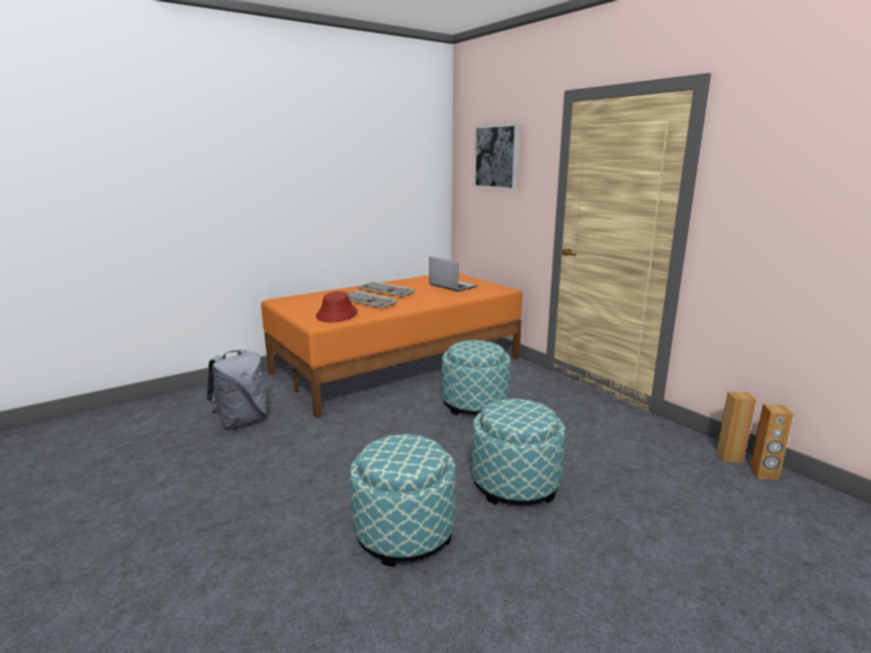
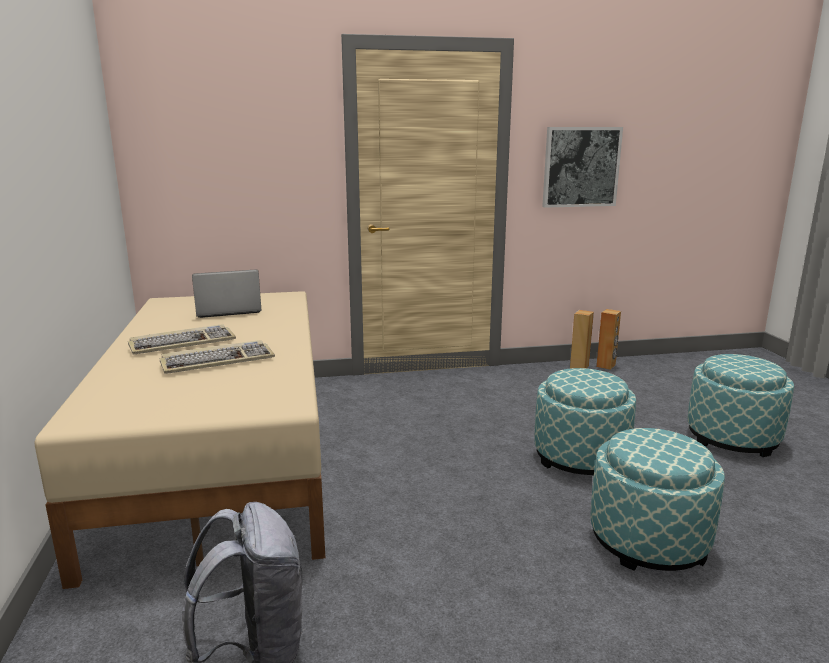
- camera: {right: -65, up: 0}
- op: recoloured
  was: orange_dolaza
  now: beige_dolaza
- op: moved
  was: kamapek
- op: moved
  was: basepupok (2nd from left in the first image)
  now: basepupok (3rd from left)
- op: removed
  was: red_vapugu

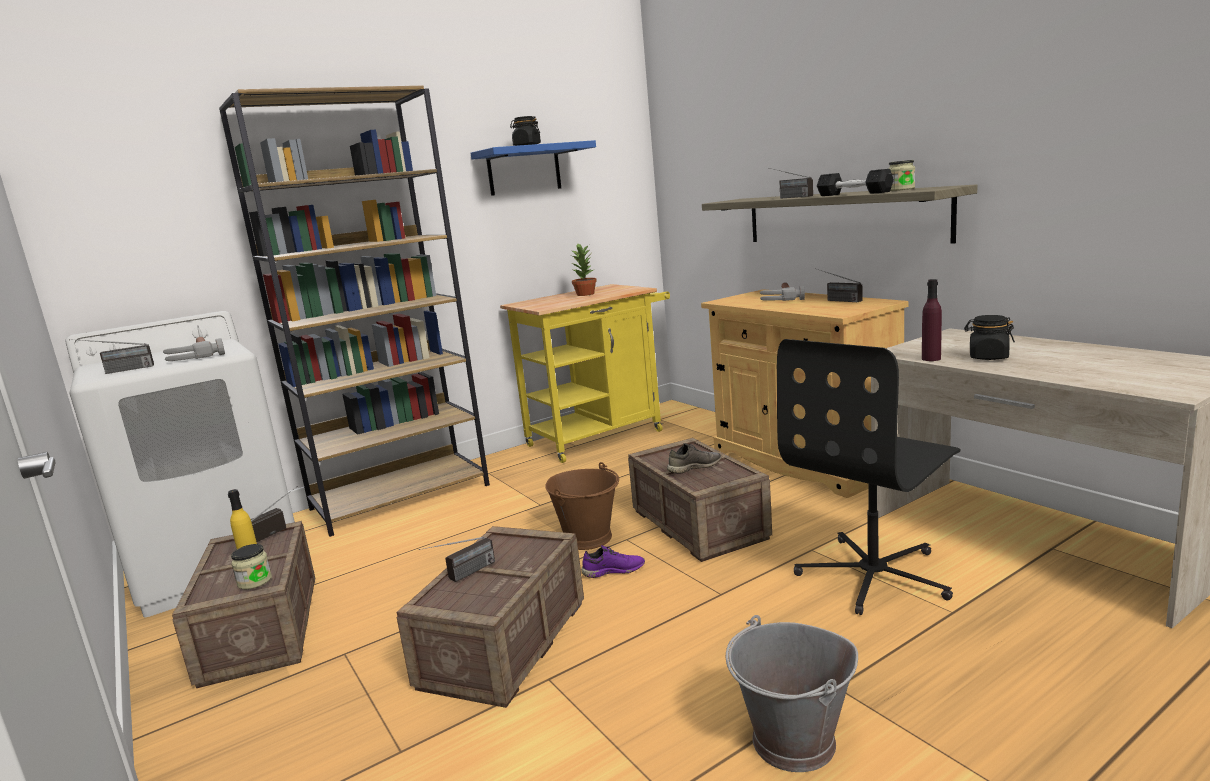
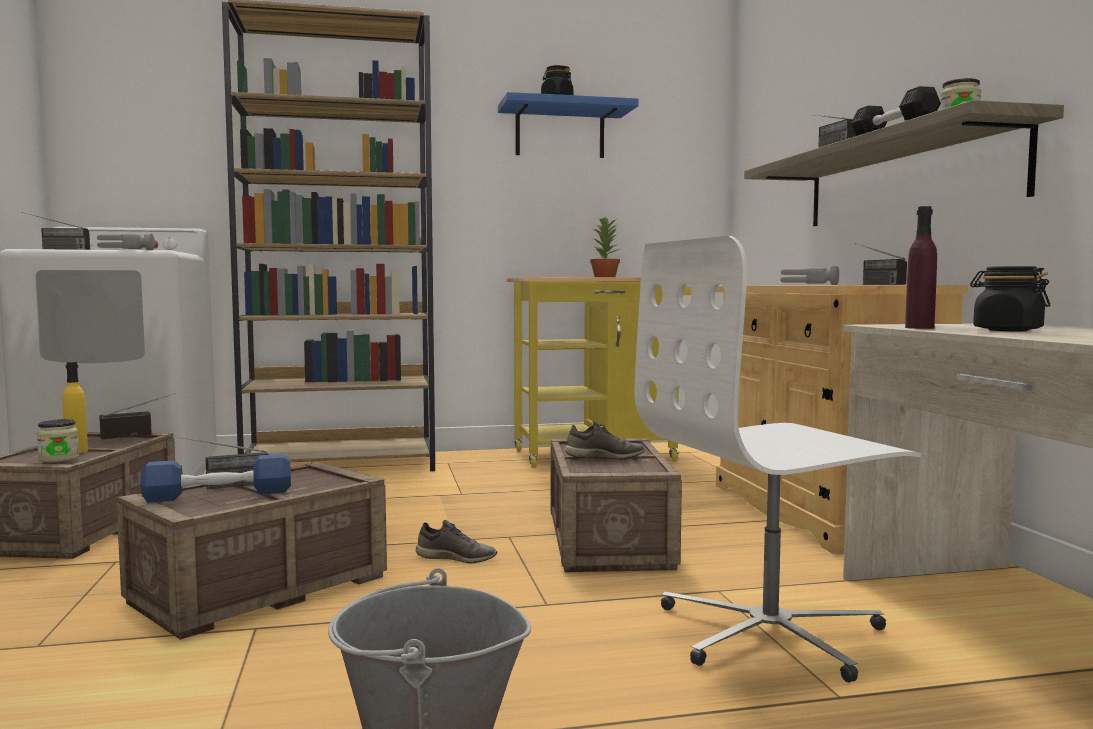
- camera: {right: 20, up: -10}
- op: added
  now: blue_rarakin
- op: recoloured
  was: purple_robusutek
  now: grey_robusutek (1st from left)
- op: recoloured
  was: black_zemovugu
  now: white_zemovugu
- op: removed
  was: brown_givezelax

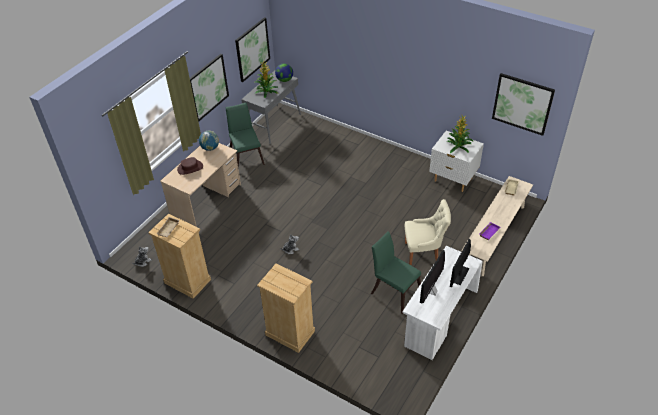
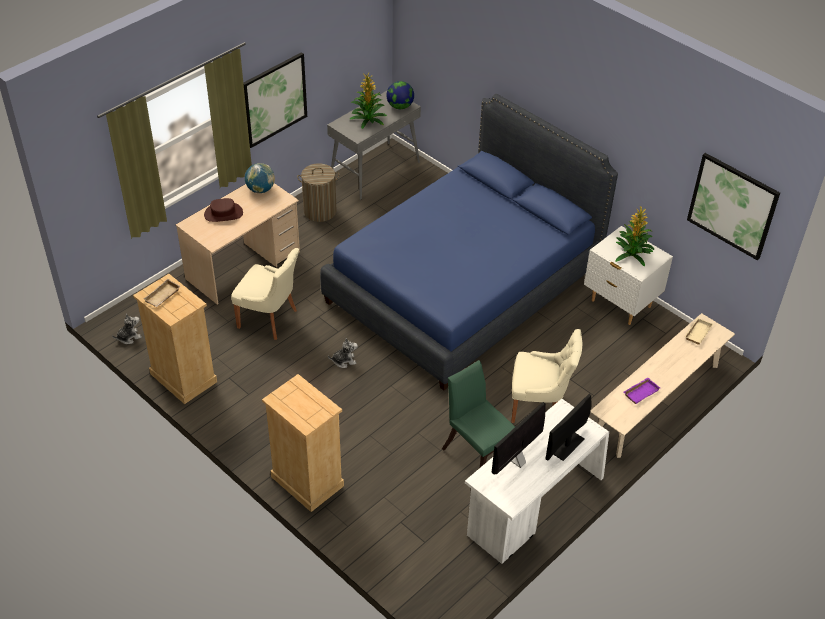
- camera: {right: 10, up: 0}
- op: added
  now: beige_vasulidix (1st from left)
- op: replaced
  was: green_vasulidix (1st from left)
  now: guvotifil
- op: added
  now: blue_dolaza
- op: removed
  was: kamapek (2nd from left)

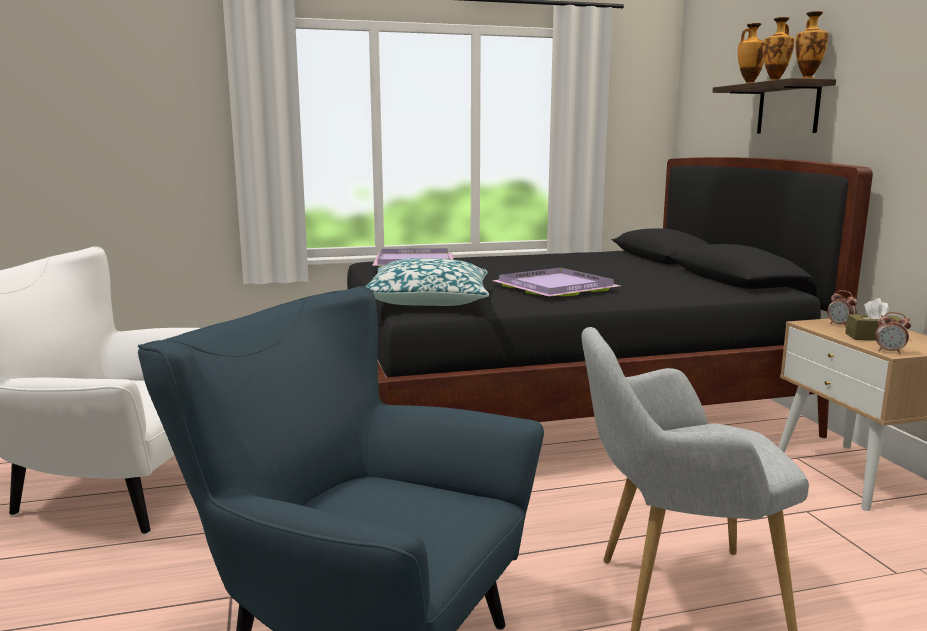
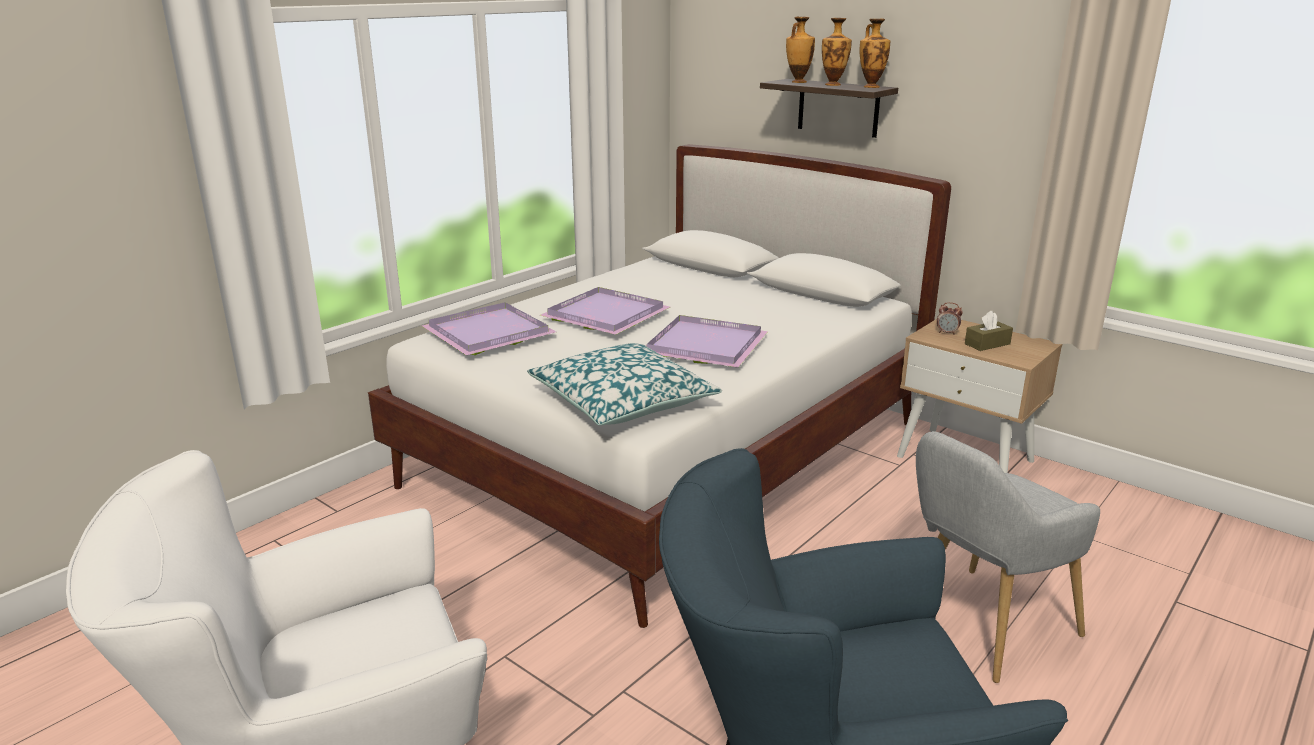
- camera: {right: -35, up: 10}
- op: recoloured
  was: black_dolaza
  now: white_dolaza
- op: added
  now: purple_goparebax (2nd from left)
- op: removed
  was: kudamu (2nd from left)

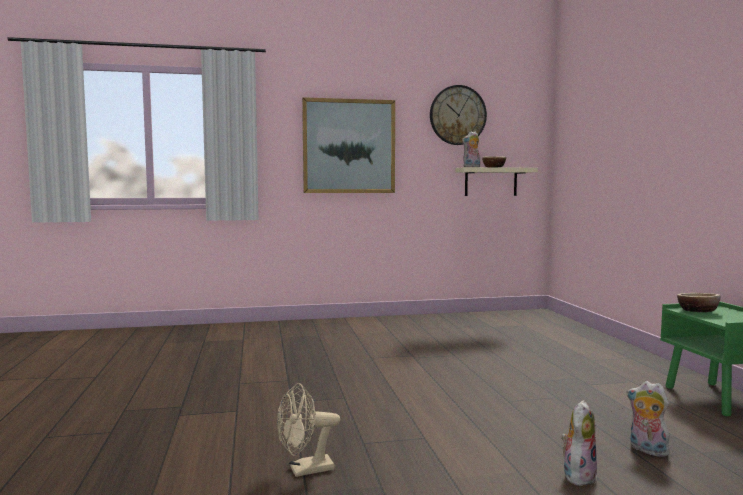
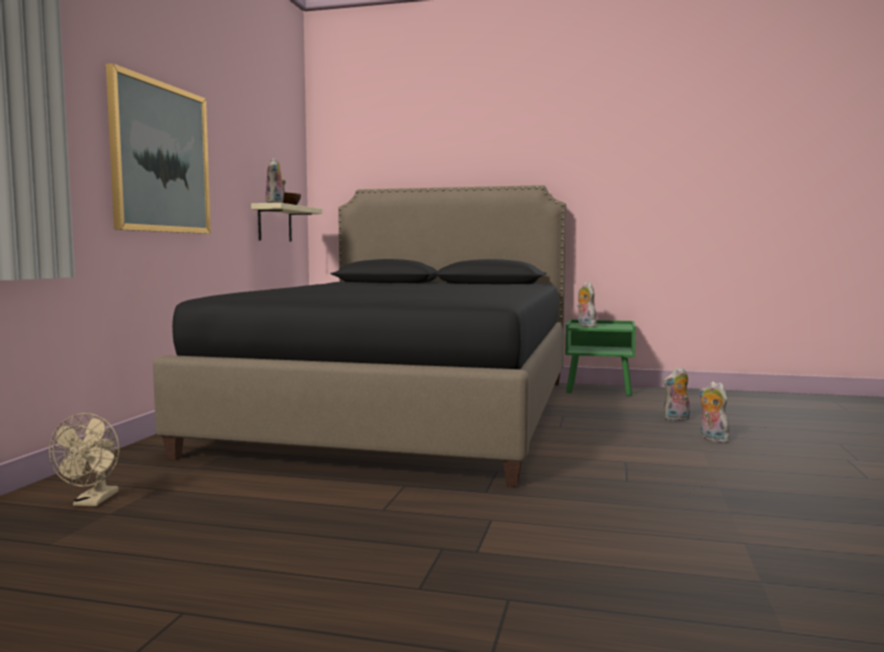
- camera: {right: -65, up: 0}
- op: moved
  was: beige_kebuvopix
- op: added
  now: black_dolaza
- op: replaced
  was: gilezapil (2nd from left)
  now: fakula (2nd from left)
- op: removed
  was: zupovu

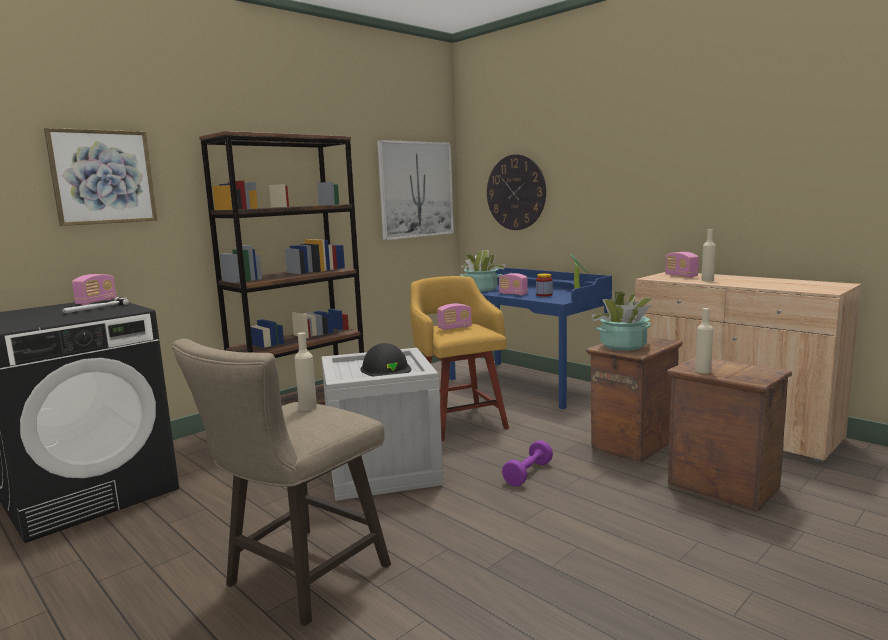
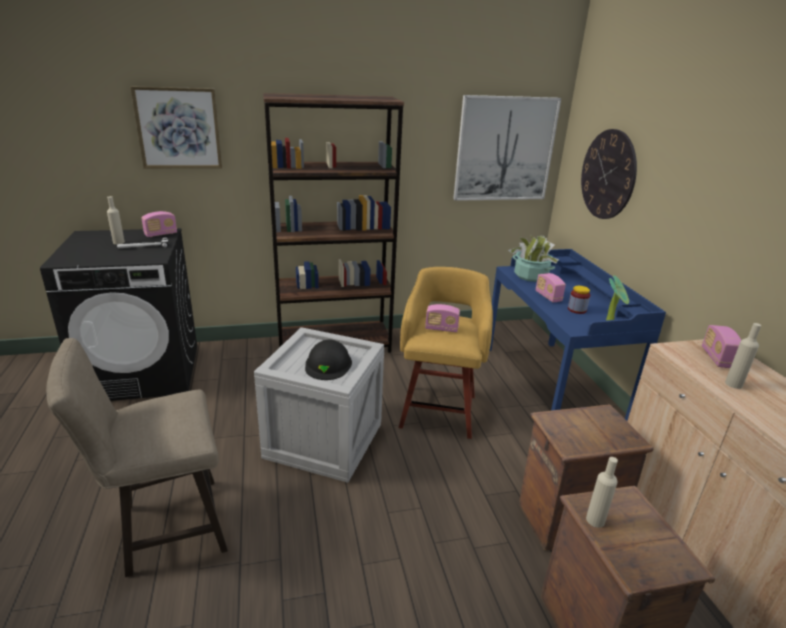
- camera: {right: 30, up: 15}
- op: moved
  was: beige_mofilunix (1st from left)
- op: removed
  was: purple_rarakin
- op: removed
  was: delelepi (3rd from left)

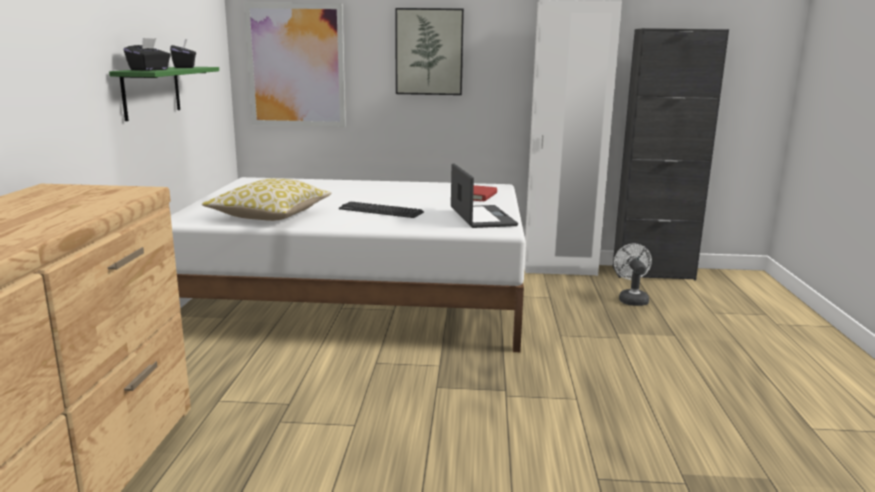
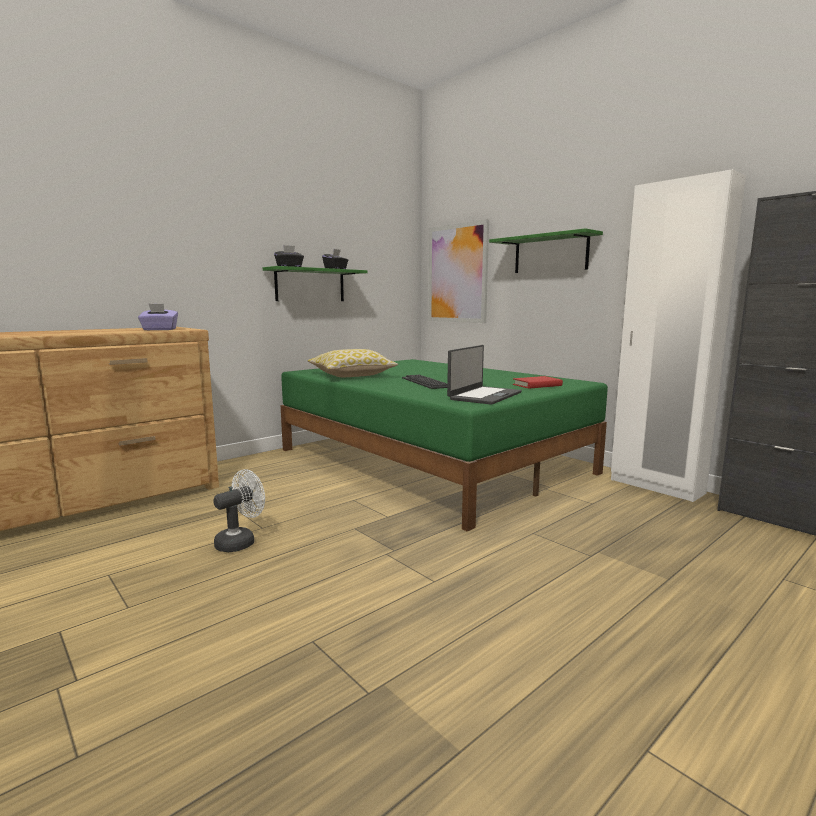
- camera: {right: 45, up: -5}
- op: added
  now: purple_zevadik
- op: moved
  was: white_kebuvopix
- op: recoloured
  was: white_dolaza
  now: green_dolaza
- op: replaced
  was: kamapek (2nd from left)
  now: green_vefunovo (2nd from left)

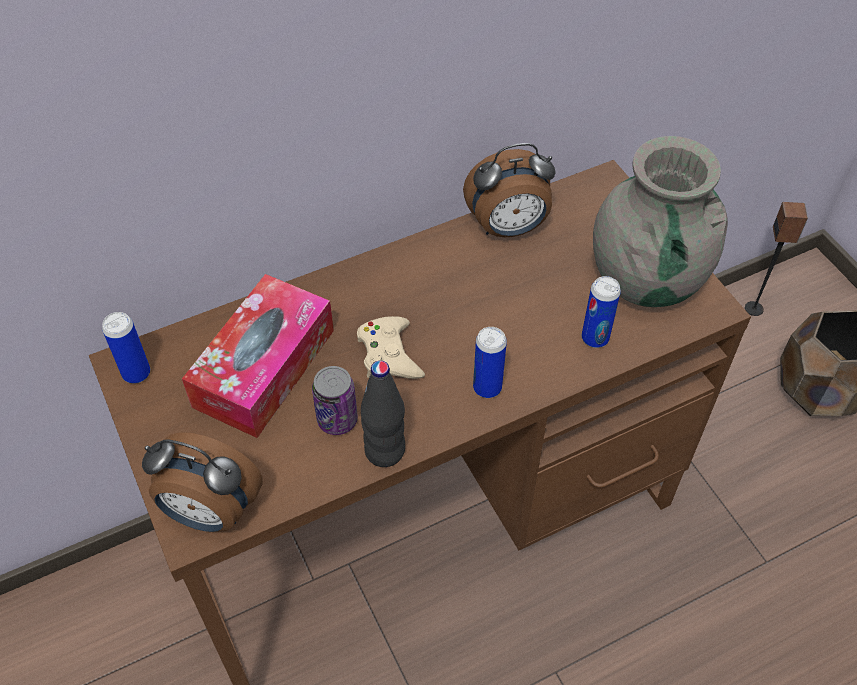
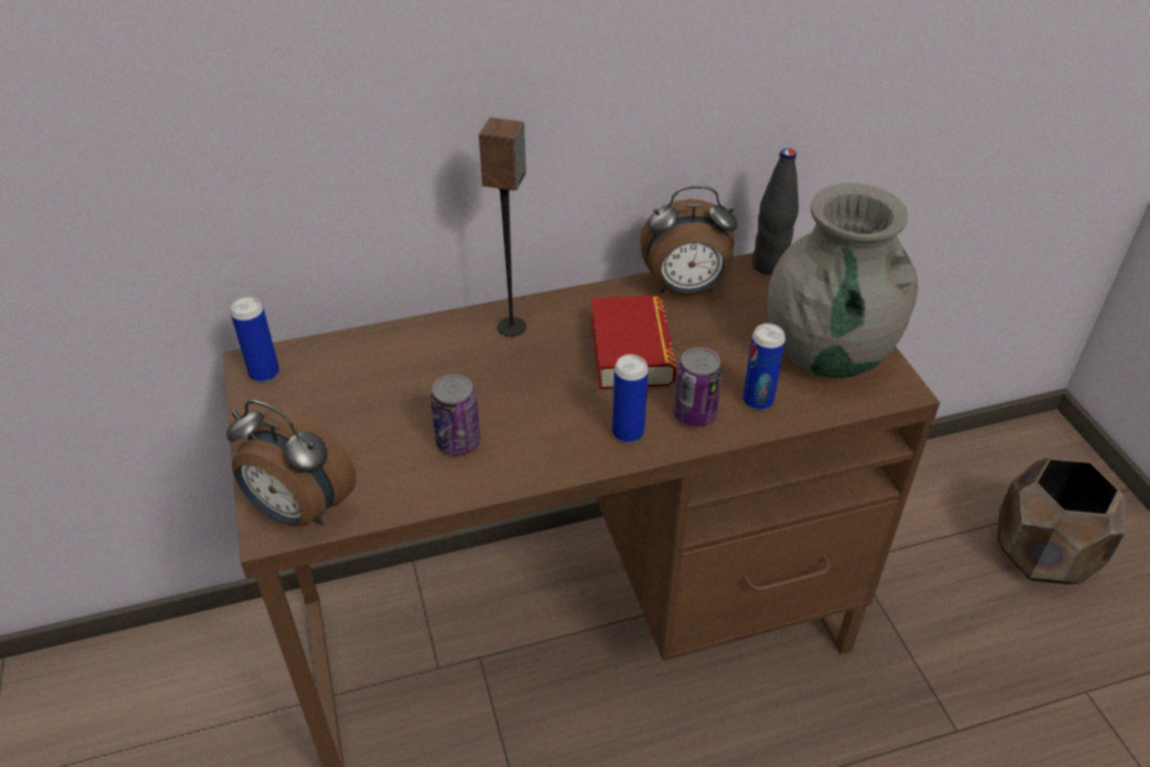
- camera: {right: 10, up: -10}
- op: moved
  was: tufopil
- op: added
  now: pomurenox
- op: added
  now: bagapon (4th from left)
- op: moved
  was: black_mofilunix
- op: removed
  was: zevadik
- op: removed
  was: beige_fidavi

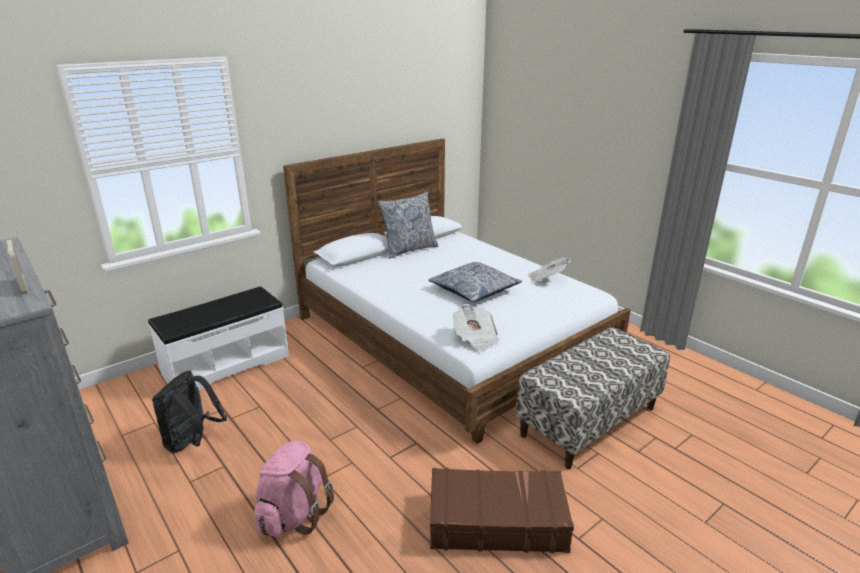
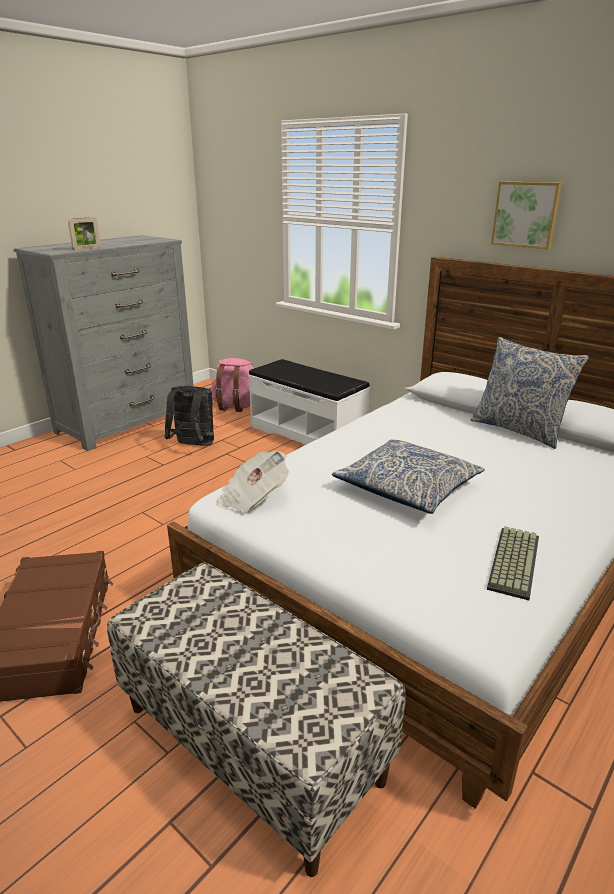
- camera: {right: 80, up: 0}
- op: moved
  was: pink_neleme
- op: replaced
  was: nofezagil (2nd from left)
  now: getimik
- op: added
  now: kamapek

